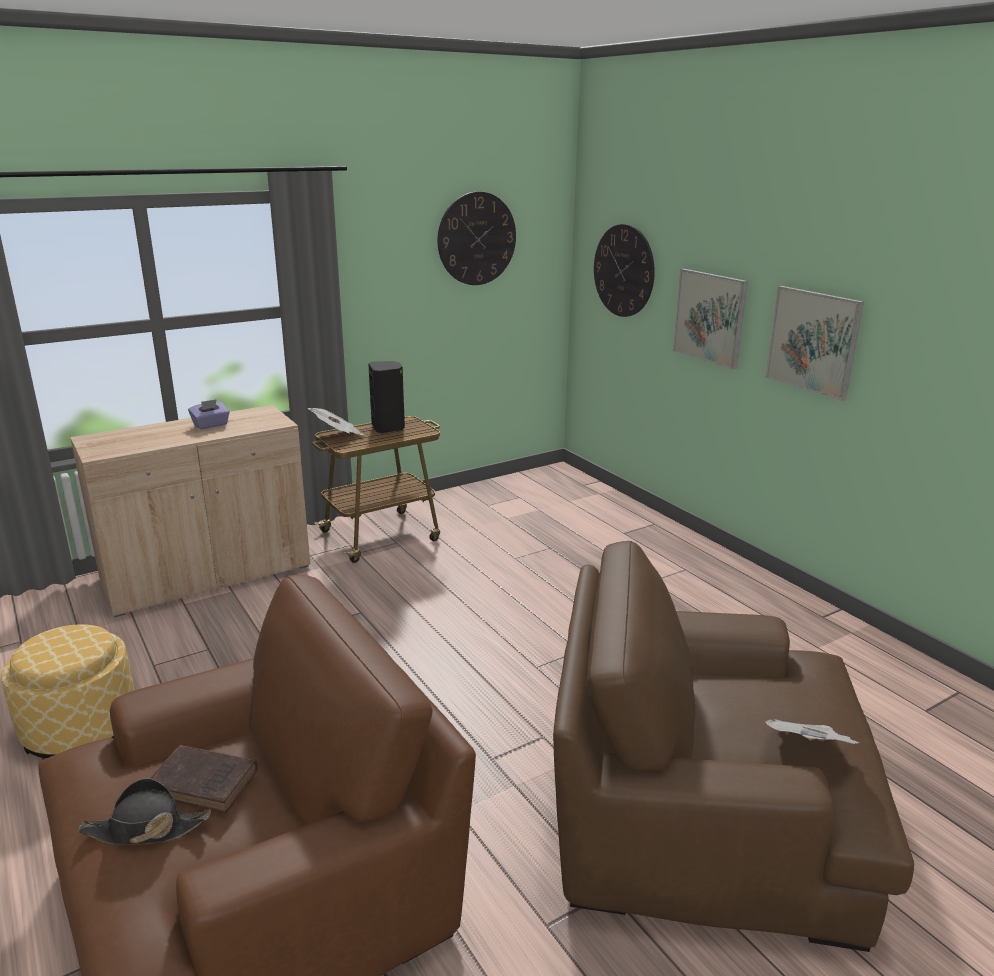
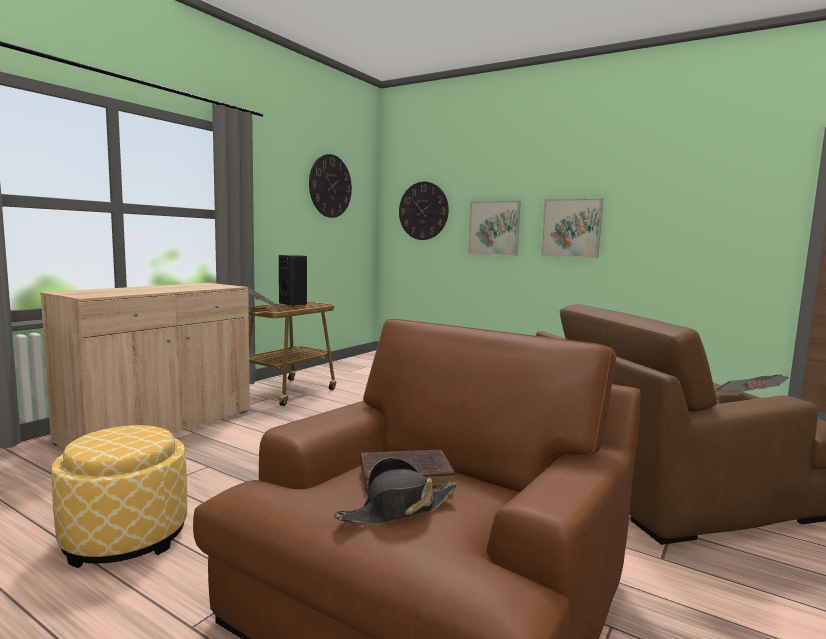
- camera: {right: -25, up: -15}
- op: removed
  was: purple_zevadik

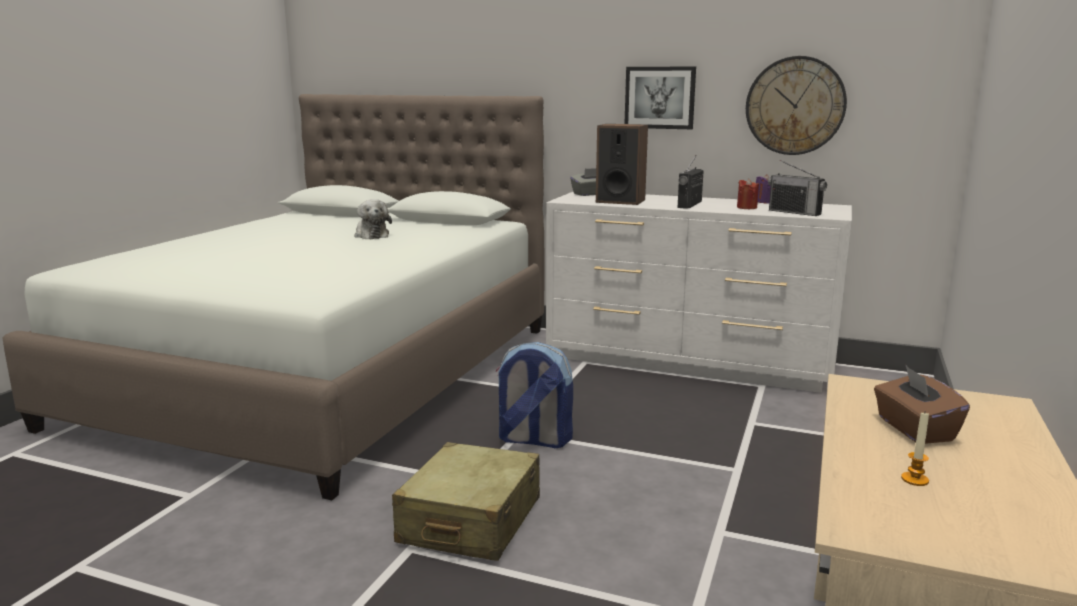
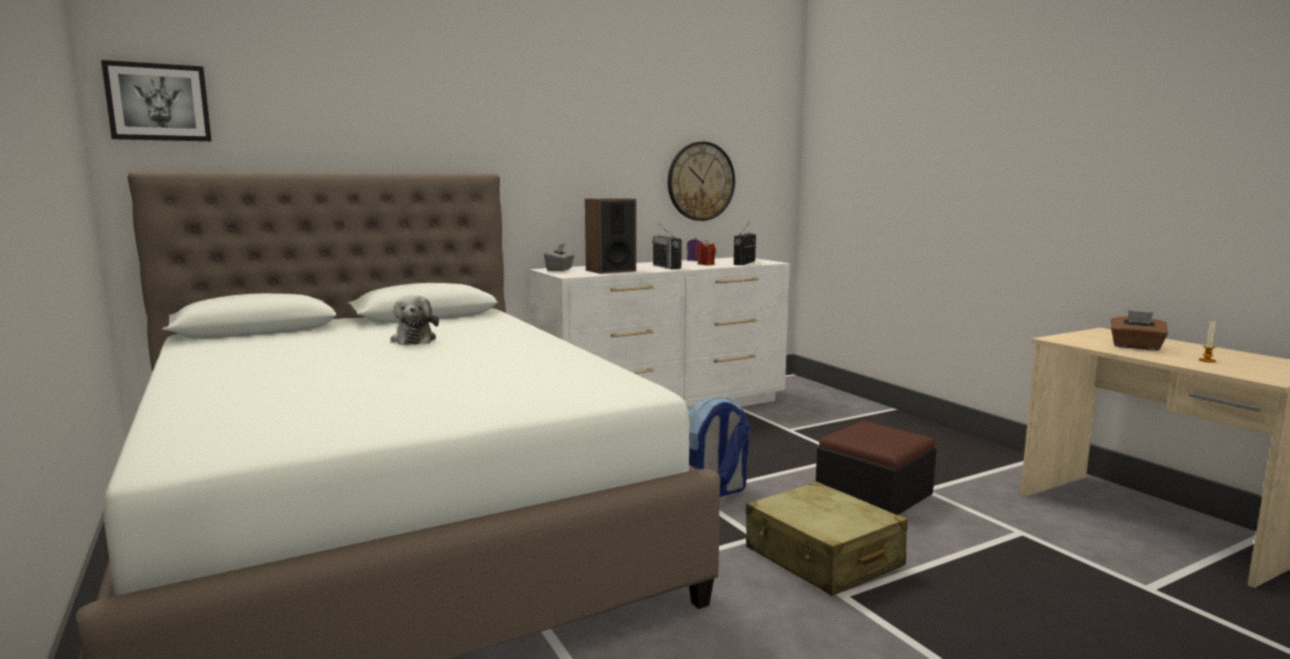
- camera: {right: -50, up: -5}
- op: moved
  was: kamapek
- op: turned
  was: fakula
  clockwise: 60
- op: turned
  was: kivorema (2nd from left)
  clockwise: 120
- op: added
  now: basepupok

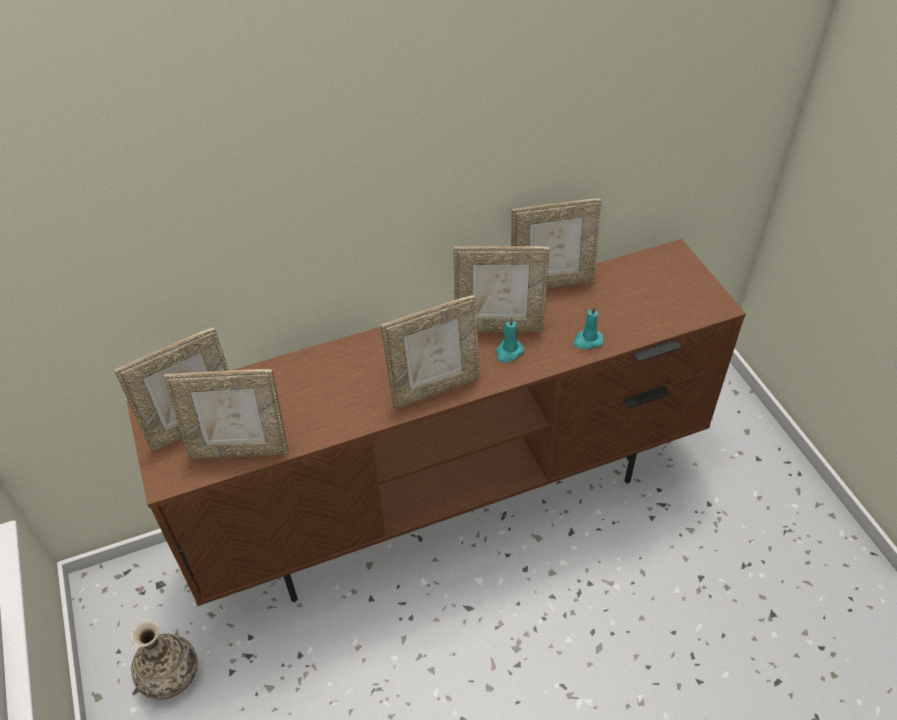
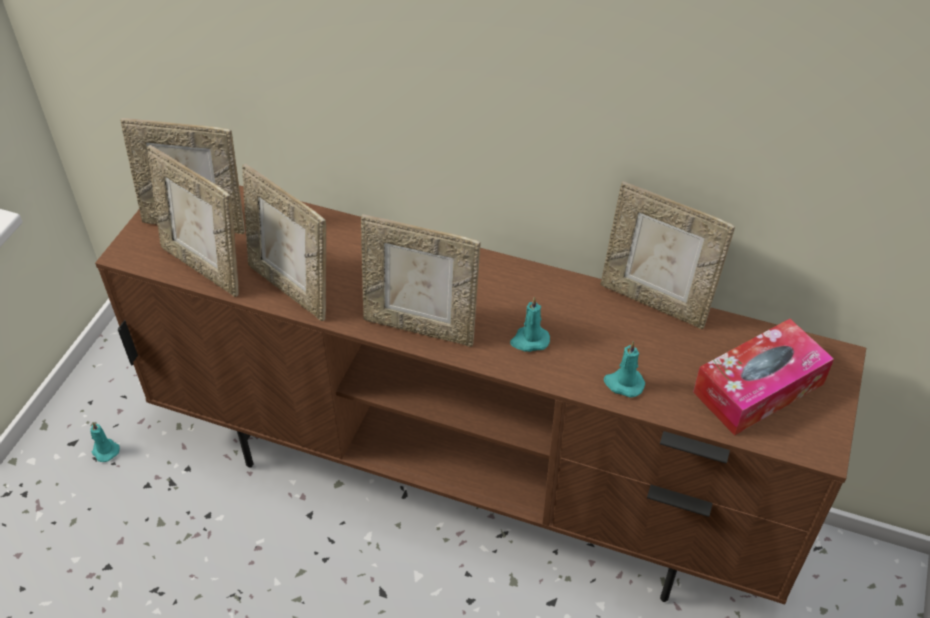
- camera: {right: 40, up: 0}
- op: replaced
  was: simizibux
  now: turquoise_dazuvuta (1st from left)
- op: moved
  was: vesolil (4th from left in the first image)
  now: vesolil (3rd from left)
- op: added
  now: zevadik

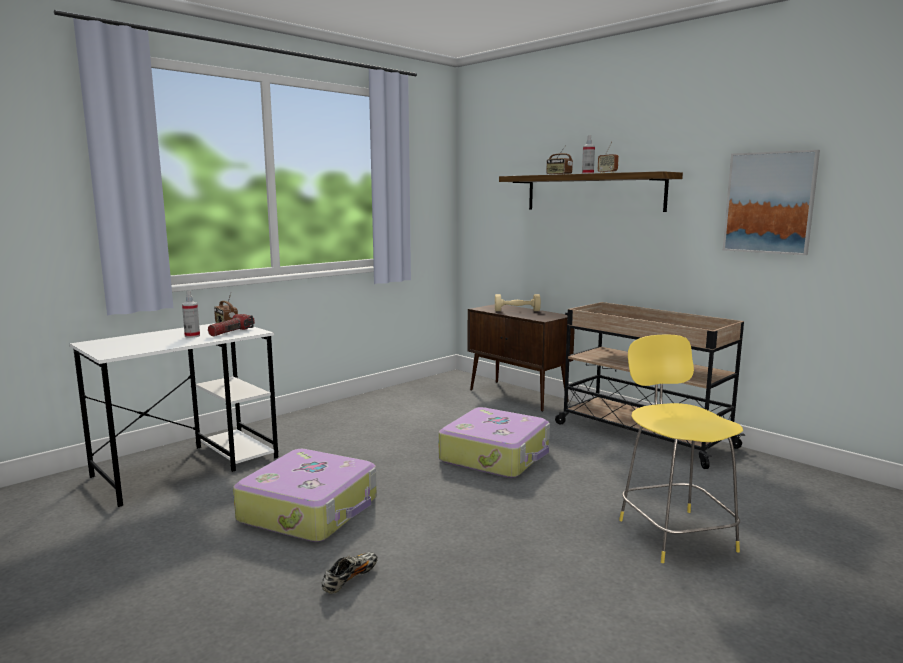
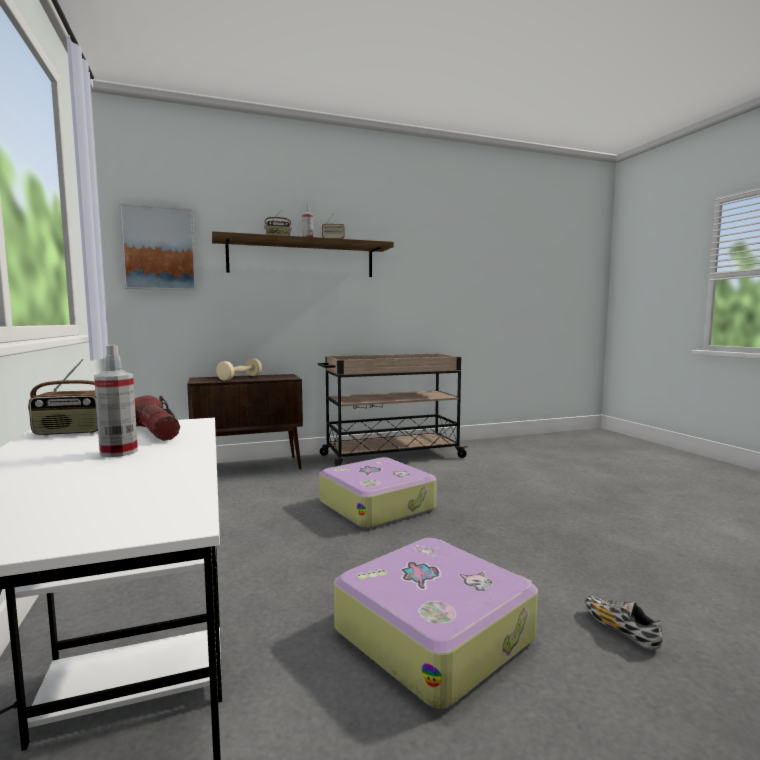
- camera: {right: -65, up: -5}
- op: moved
  was: kamapek
- op: removed
  was: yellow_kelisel

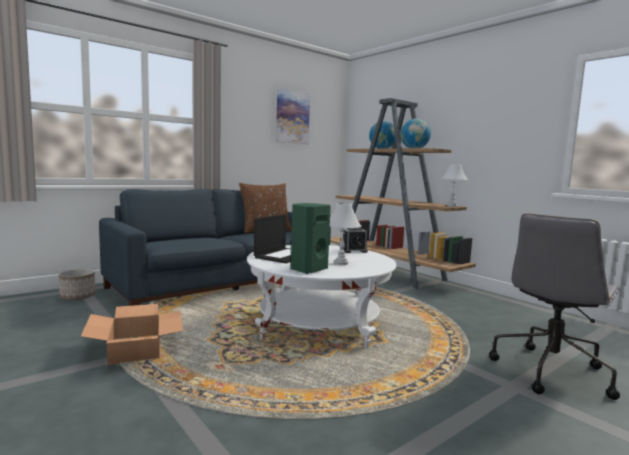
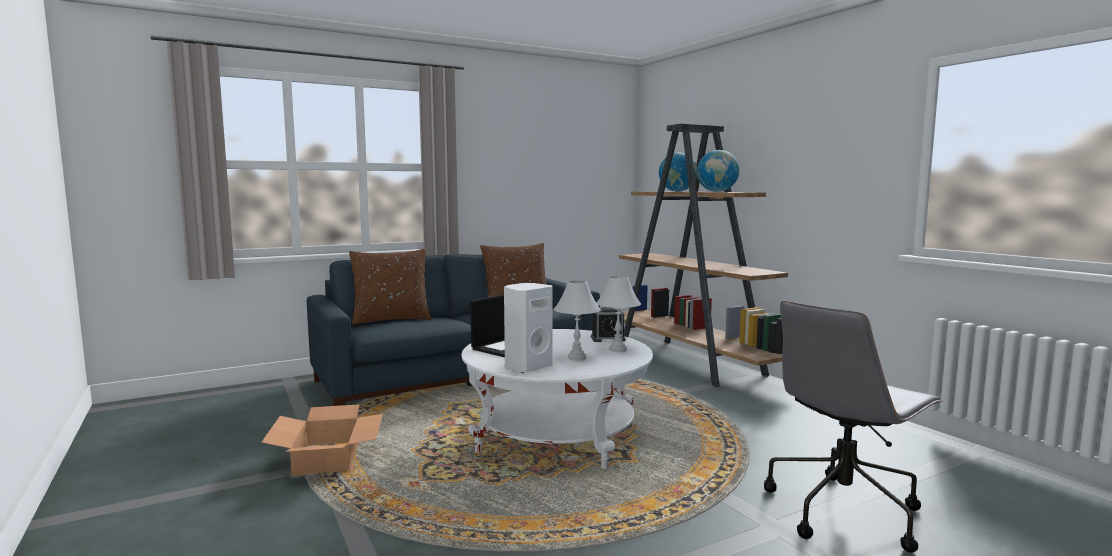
- camera: {right: 10, up: 0}
- op: added
  now: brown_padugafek (1st from left)
- op: recoloured
  was: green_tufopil
  now: white_tufopil
- op: moved
  was: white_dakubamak (2nd from left)
- op: removed
  was: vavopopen
- op: removed
  was: kamapek

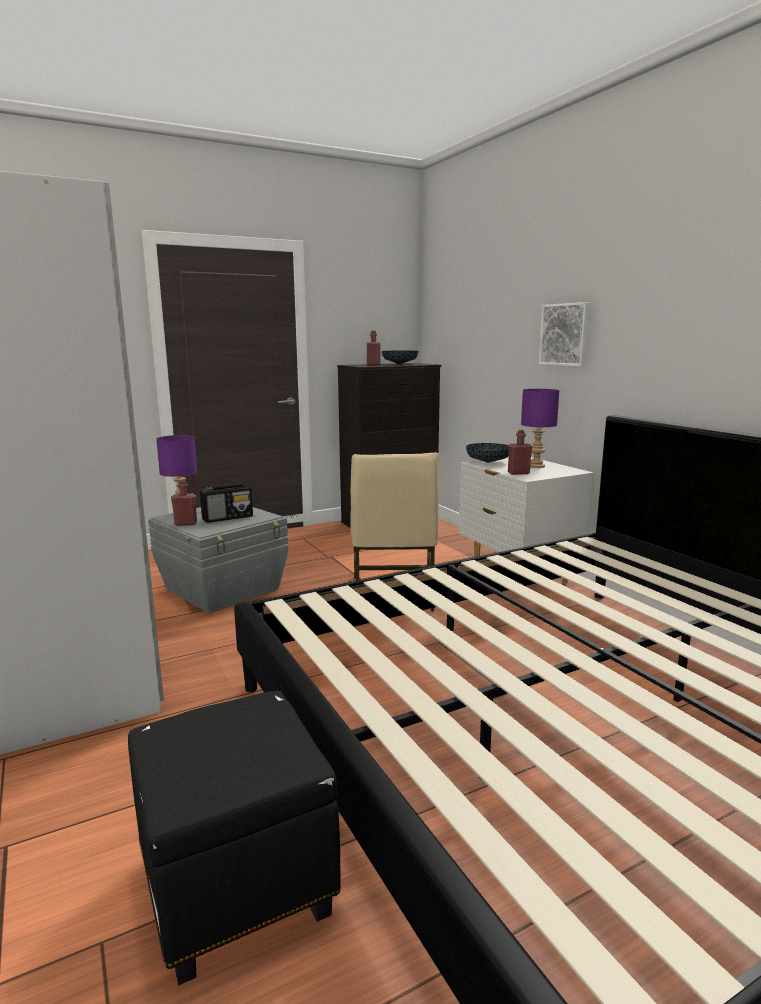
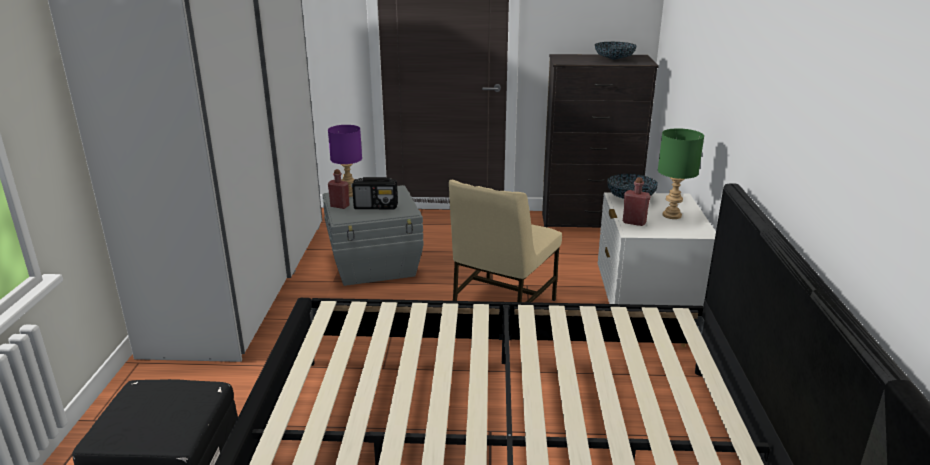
- camera: {right: 30, up: 10}
- op: recoloured
  was: purple_dakubamak (2nd from left)
  now: green_dakubamak
- op: removed
  was: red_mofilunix (2nd from left)
- op: removed
  was: kamapek

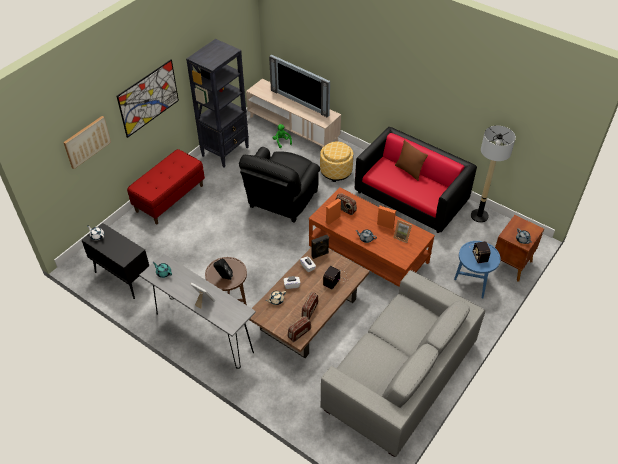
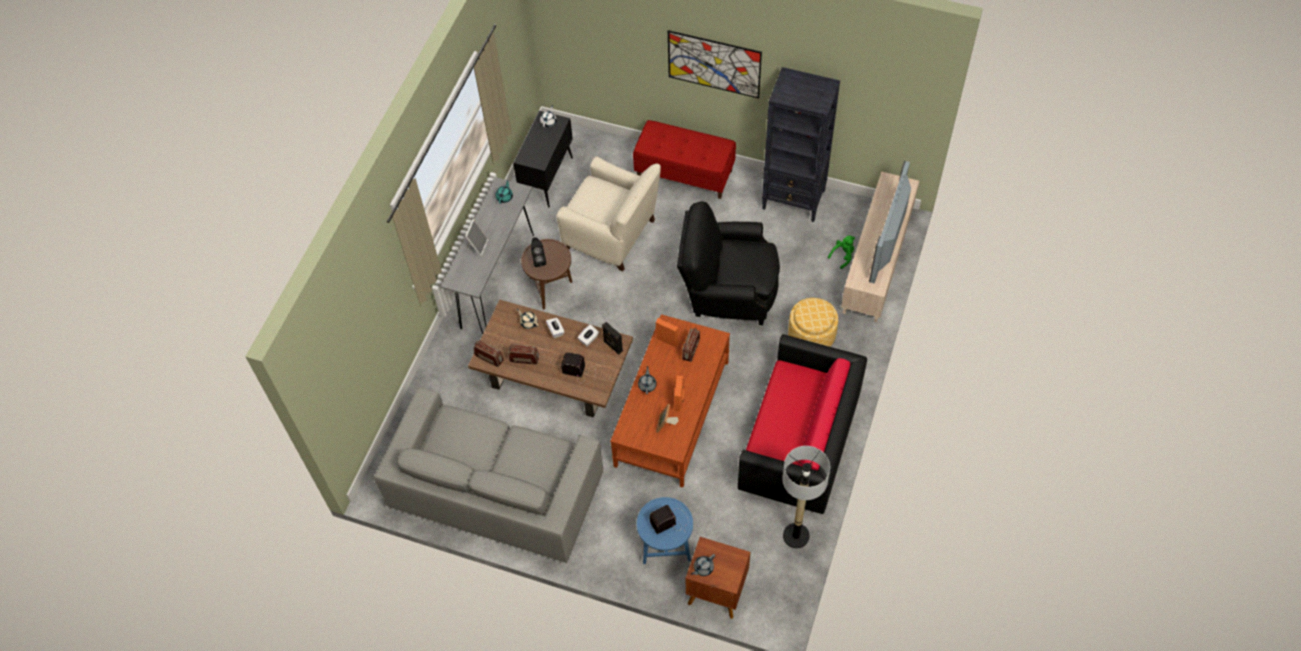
- camera: {right: 75, up: 10}
- op: added
  now: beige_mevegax
- op: removed
  was: kamapek (1st from left)
- op: removed
  was: brown_padugafek

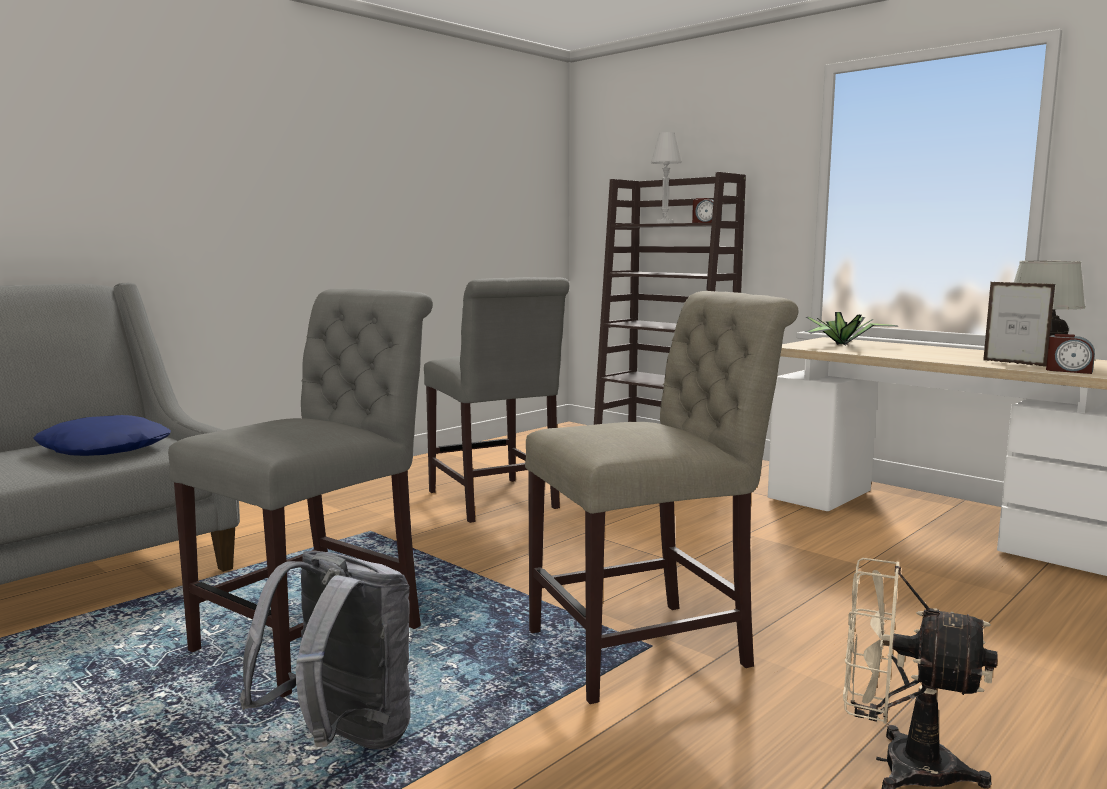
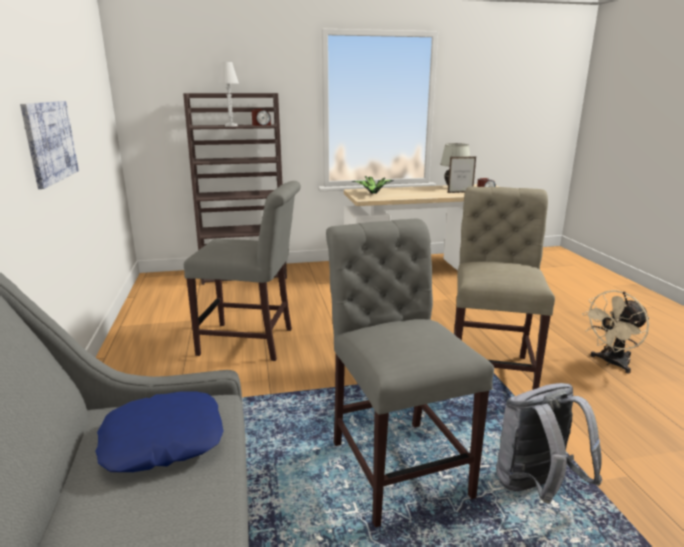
- camera: {right: -55, up: 10}
- op: added
  now: kamapek

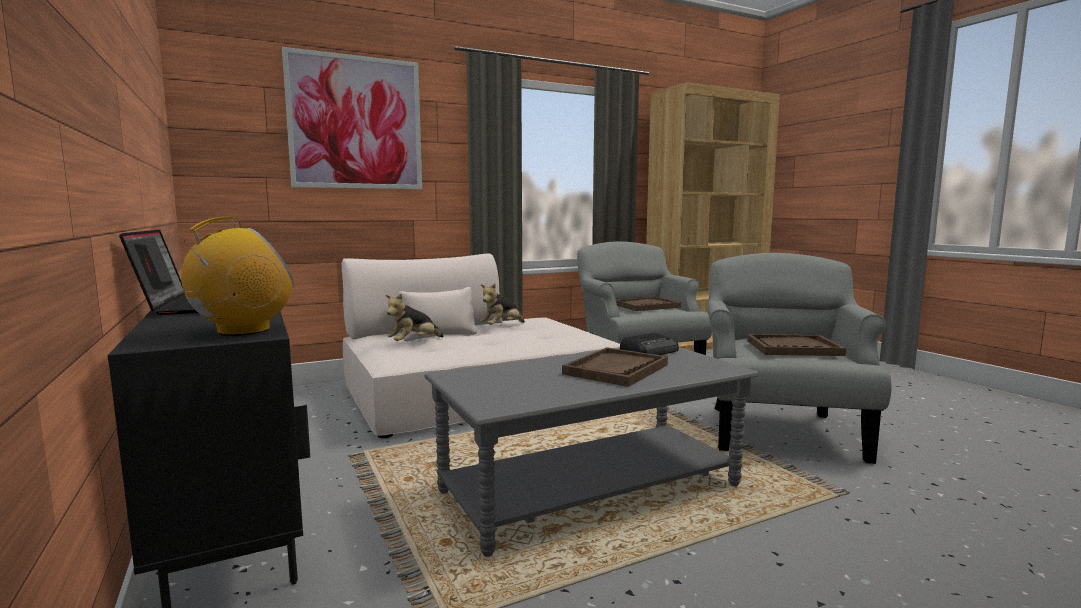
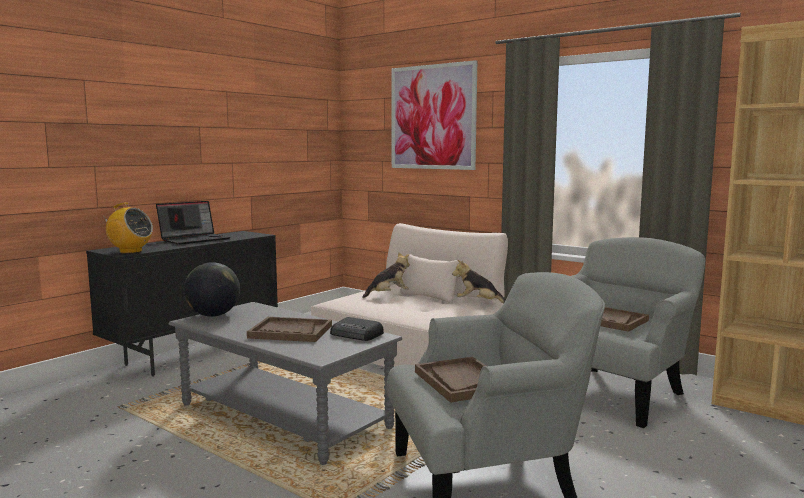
- camera: {right: 65, up: 0}
- op: added
  now: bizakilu
- op: turned
  was: fakula (1st from left)
  clockwise: 135

